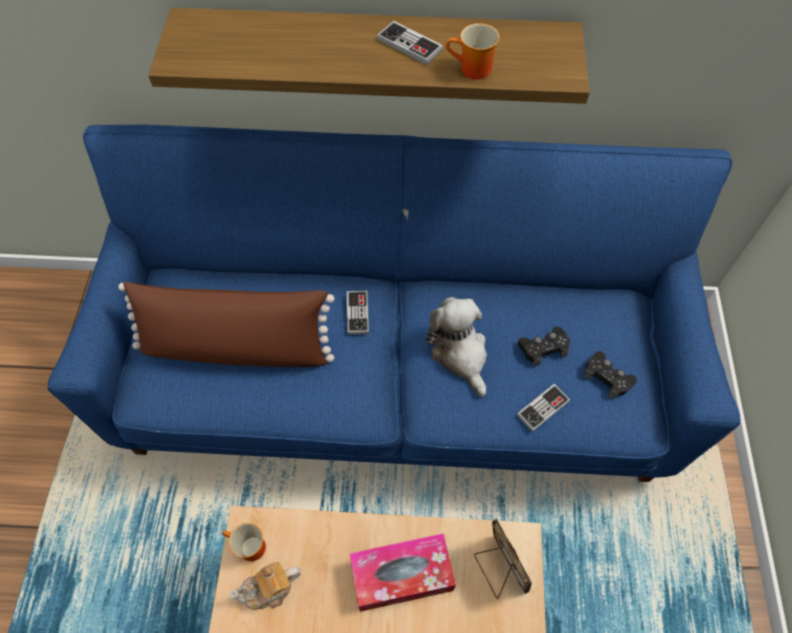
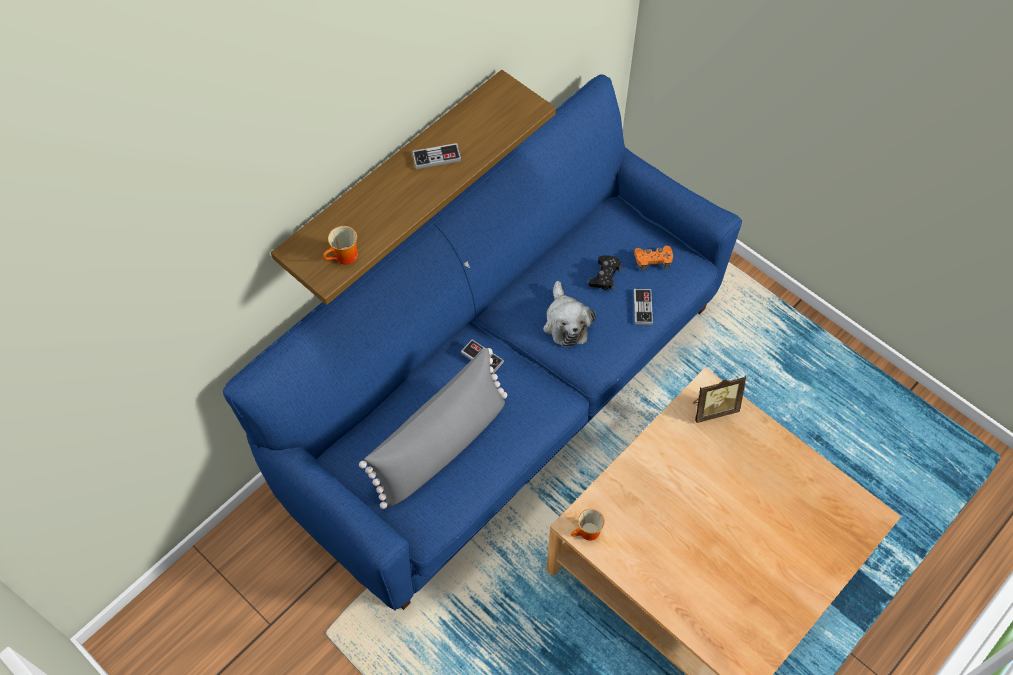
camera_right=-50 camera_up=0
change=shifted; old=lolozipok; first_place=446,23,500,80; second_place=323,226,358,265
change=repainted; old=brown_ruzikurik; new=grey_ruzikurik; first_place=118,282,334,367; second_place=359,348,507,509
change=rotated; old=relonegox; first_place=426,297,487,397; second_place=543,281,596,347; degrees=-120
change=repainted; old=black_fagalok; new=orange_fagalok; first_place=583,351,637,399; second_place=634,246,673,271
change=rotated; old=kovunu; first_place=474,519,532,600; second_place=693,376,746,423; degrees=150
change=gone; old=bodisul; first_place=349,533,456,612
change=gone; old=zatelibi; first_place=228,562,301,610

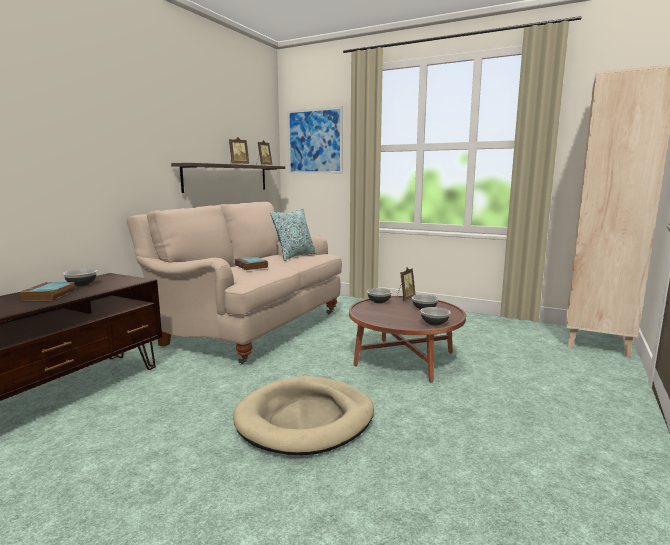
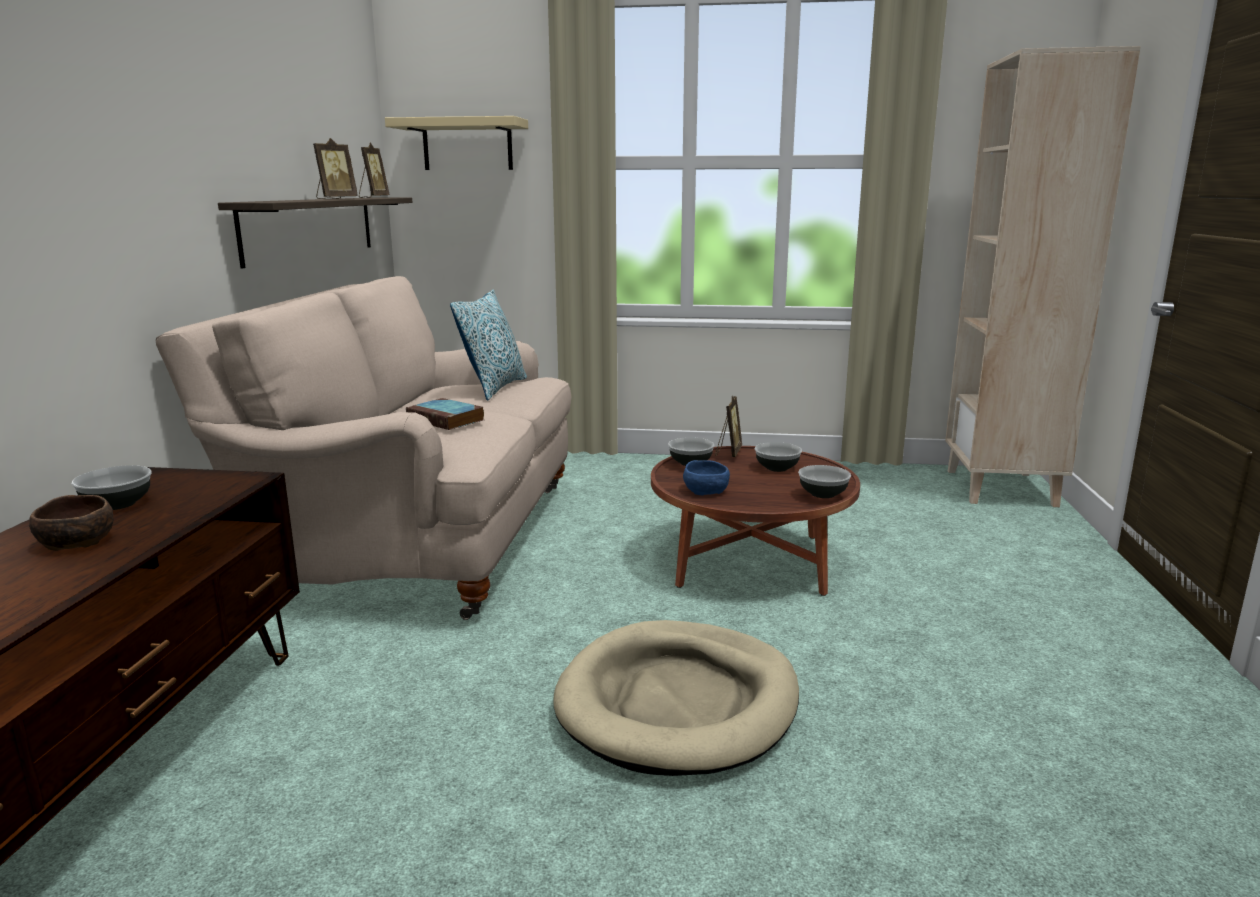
camera_right=-20 camera_up=5
change=swapped; old=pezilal; new=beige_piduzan; first_place=287,106,343,174; second_place=385,116,528,170
change=swapped; old=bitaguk; new=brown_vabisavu; first_place=19,282,75,301; second_place=29,495,113,551
change=new; new=blue_vabisavu; second_place=683,460,730,495

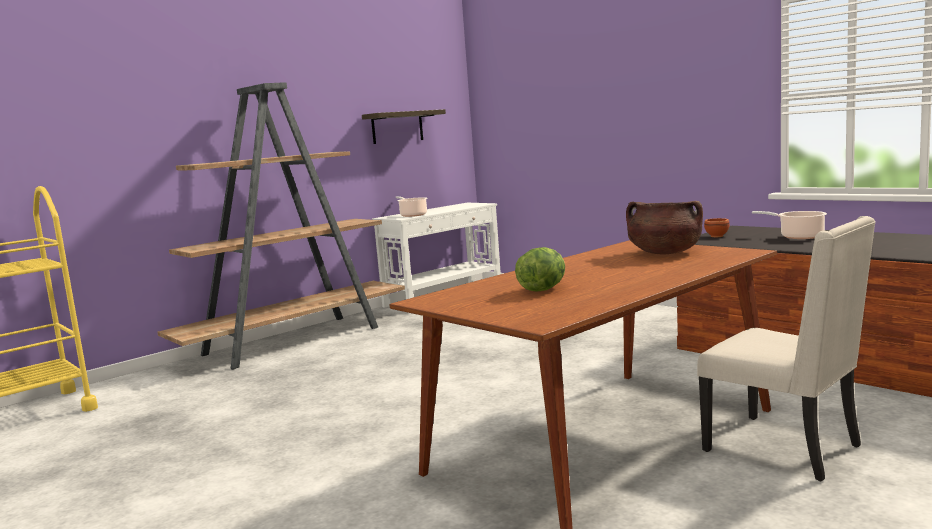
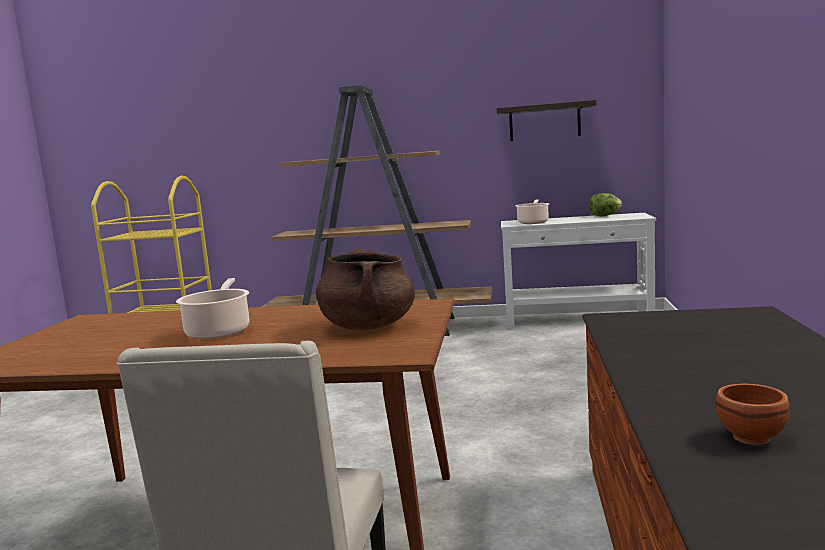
camera_right=50 camera_up=0
change=shifted; old=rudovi; first_place=752,211,827,239; second_place=176,278,249,339
change=shifted; old=brown_vabisavu; first_place=704,218,730,237; second_place=716,384,790,445
change=shifted; old=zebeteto; first_place=515,247,565,291; second_place=589,193,622,216

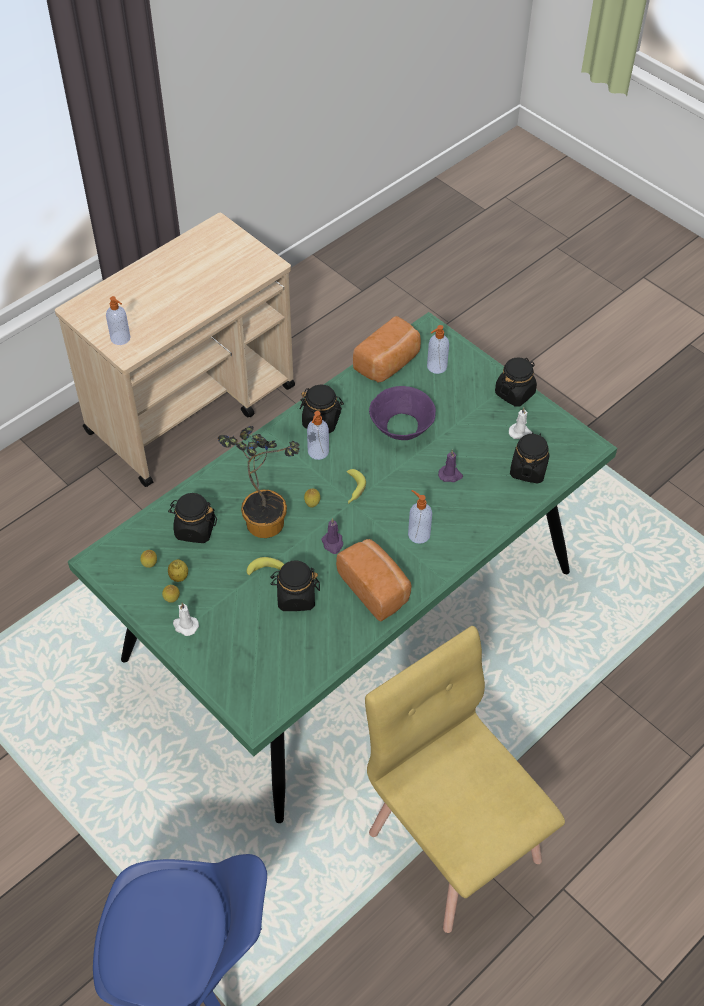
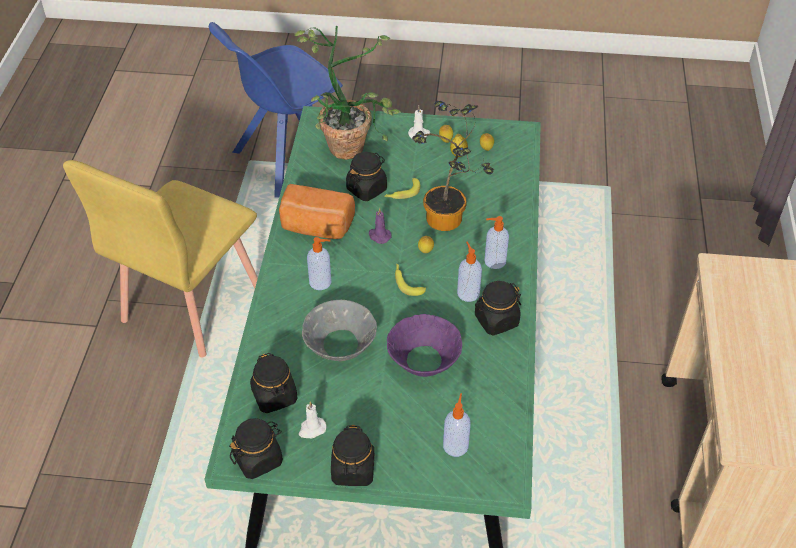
camera_right=140 camera_up=-5
change=shifted; old=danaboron; first_place=106,296,130,345; second_place=484,216,509,269
change=gone; old=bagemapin; first_place=353,316,421,382
change=swapped; old=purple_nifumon; new=grey_vabisavu; first_place=438,449,463,482; second_place=302,300,377,361
change=shifted; old=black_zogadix; first_place=168,493,217,543; second_place=229,418,283,479
change=rotated; old=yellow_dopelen; first_place=365,626,565,933; second_place=63,160,258,358; degrees=105
change=new; new=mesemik; second_place=294,26,401,160

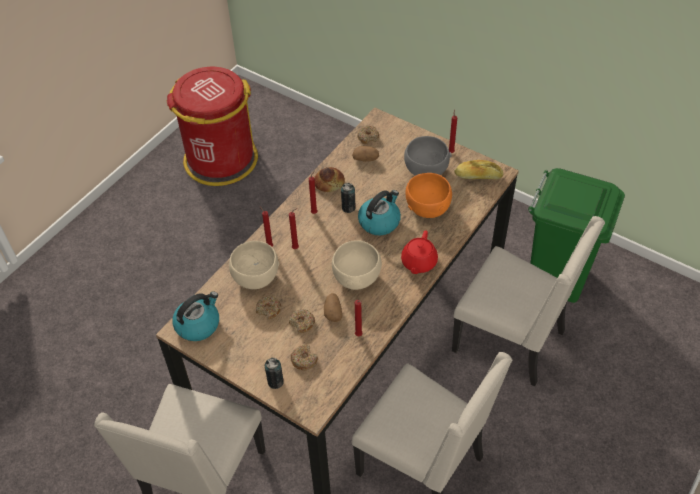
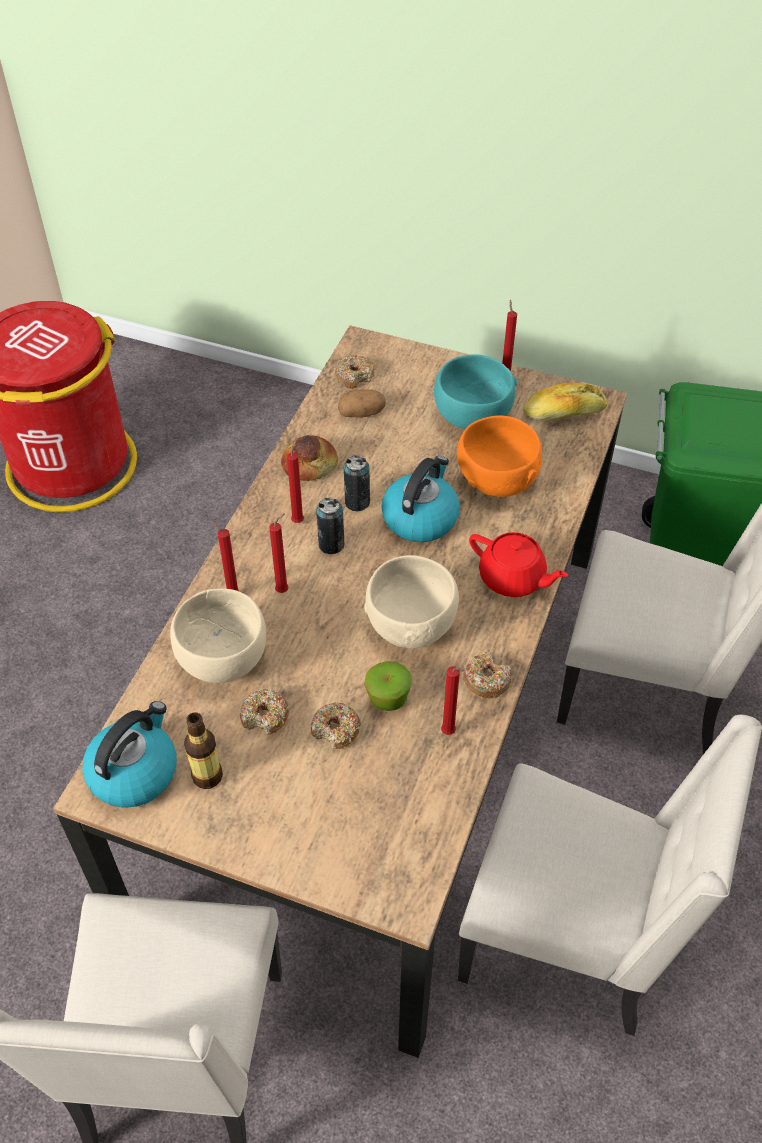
camera_right=-15 camera_up=0
change=repainted; old=grey_vabisavu; new=turquoise_vabisavu; first_place=404,136,452,176; second_place=434,354,517,429
change=rotated; old=red_zatelibi; first_place=401,231,438,274; second_place=469,532,568,597; degrees=-60
change=swapped; old=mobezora; new=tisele; first_place=324,293,342,322; second_place=365,661,412,711
change=shifted; old=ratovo; first_place=291,344,318,371; second_place=463,652,511,698
change=shifted; old=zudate; first_place=265,358,284,389; second_place=316,498,345,554
change=new; new=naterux; second_place=184,712,223,789

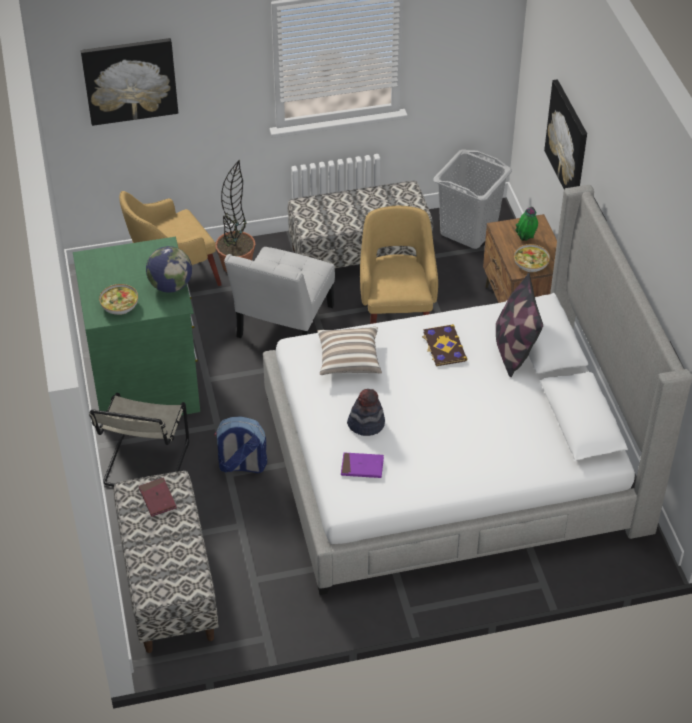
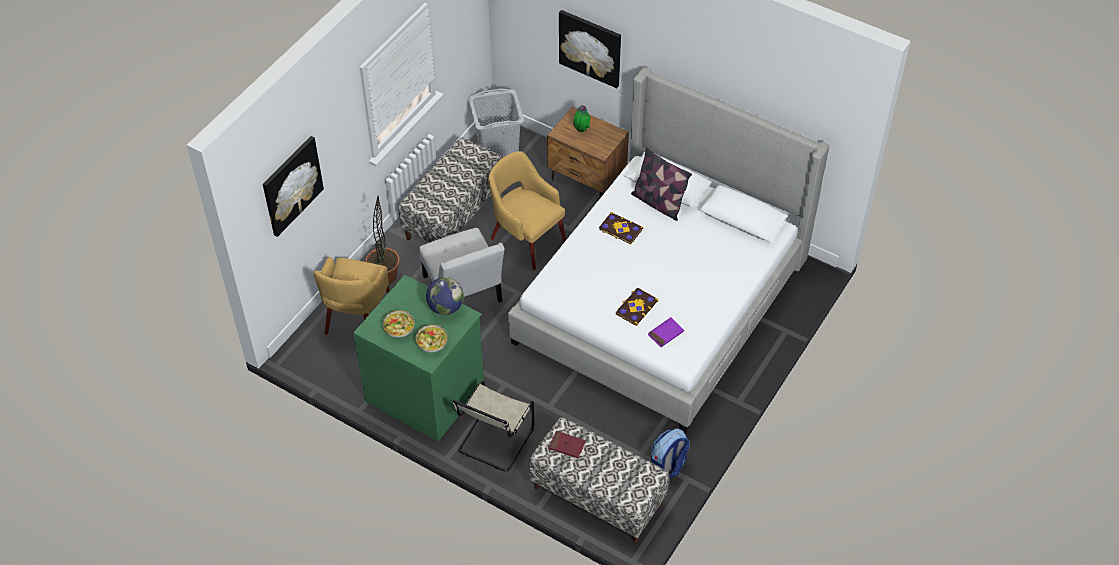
camera_right=-45 camera_up=5
change=shifted; old=vabisavu; first_place=514,244,550,272; second_place=383,310,414,338
change=gone; old=ruzikurik; first_place=317,327,382,375
change=swapped; old=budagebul; new=bitaguk; first_place=347,389,385,436; second_place=616,288,658,326
change=rotated; old=beige_dopelen; first_place=89,393,189,487; second_place=452,381,535,471; degrees=60
change=shifted; old=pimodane; first_place=214,416,267,473; second_place=651,428,690,479

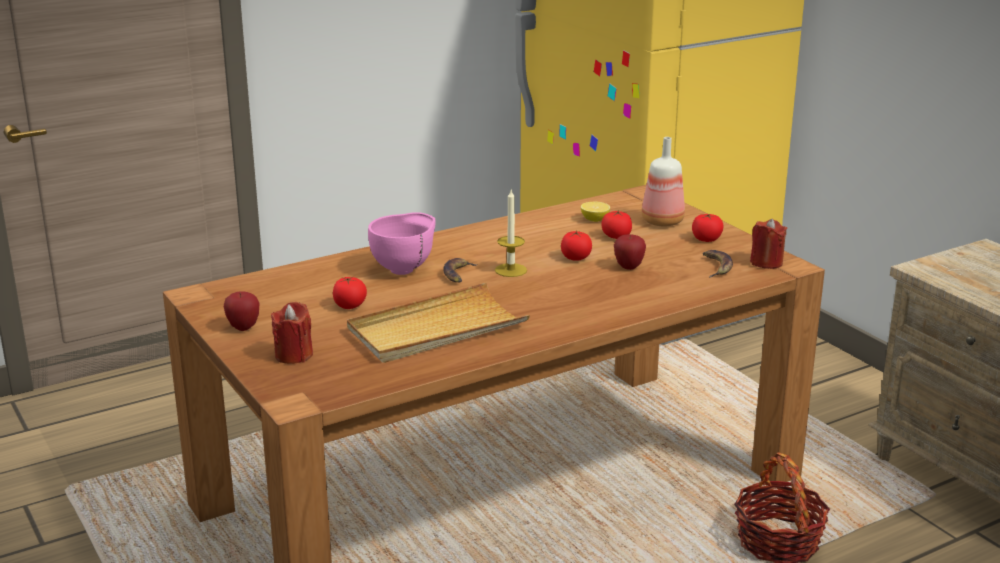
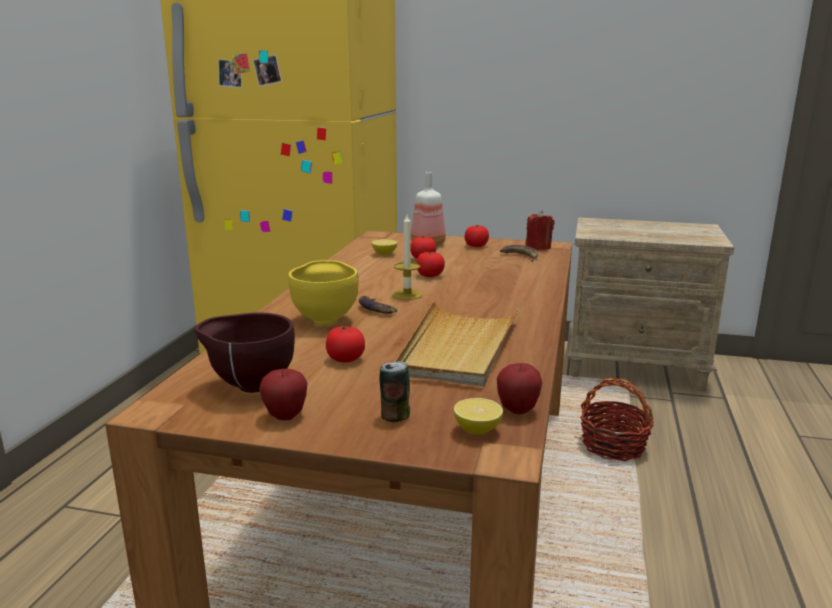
camera_right=-45 camera_up=-5
change=repainted; old=pink_vabisavu; new=yellow_vabisavu; first_place=368,212,436,275; second_place=288,260,358,325
change=shifted; old=tisele; first_place=614,234,646,270; second_place=497,363,542,414
change=swapped; old=red_nifumon; new=zudate; first_place=271,302,313,364; second_place=380,361,410,422
change=new; new=brown_vabisavu; second_place=195,313,295,393
change=new; new=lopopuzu; second_place=454,398,503,435

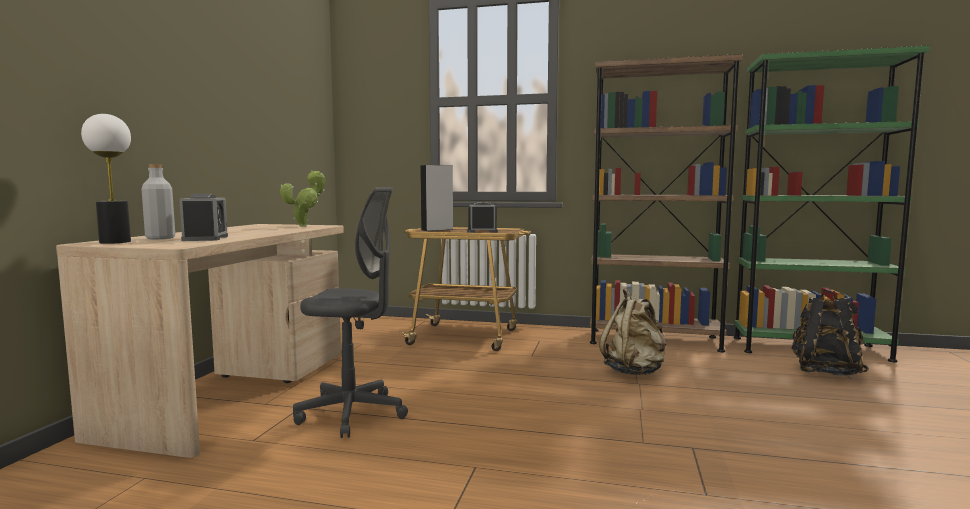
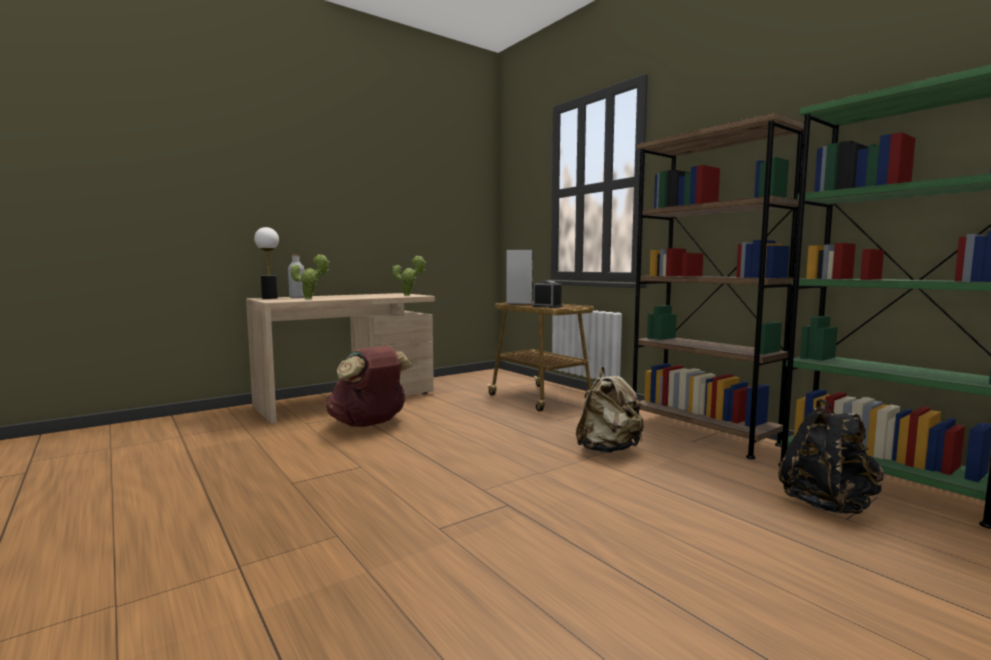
camera_right=40 camera_up=0
change=swapped; old=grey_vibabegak; new=brown_pimodane; first_place=293,187,408,438; second_place=326,346,413,427
change=swapped; old=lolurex; new=mesemik; first_place=179,194,228,241; second_place=291,254,330,299

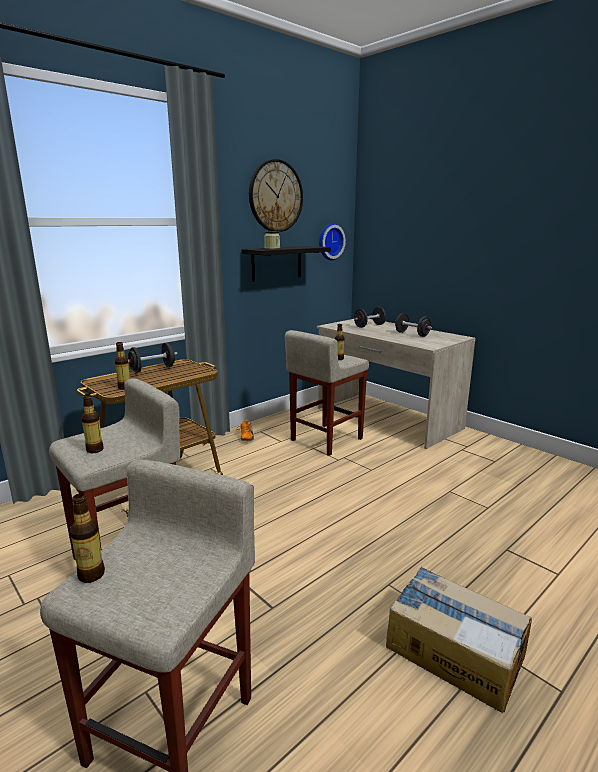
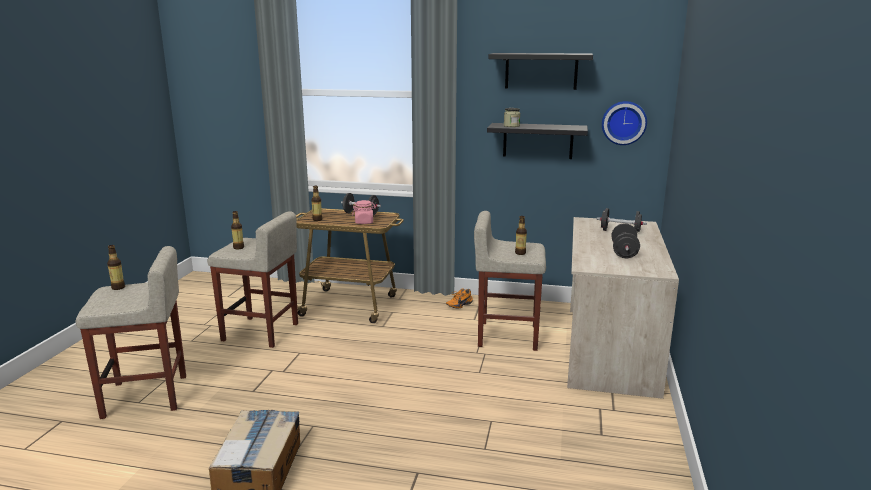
camera_right=55 camera_up=0
change=swapped; old=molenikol; new=black_piduzan; first_place=249,159,303,232; second_place=489,53,593,90
change=new; new=pink_zogadix; second_place=352,200,376,224

